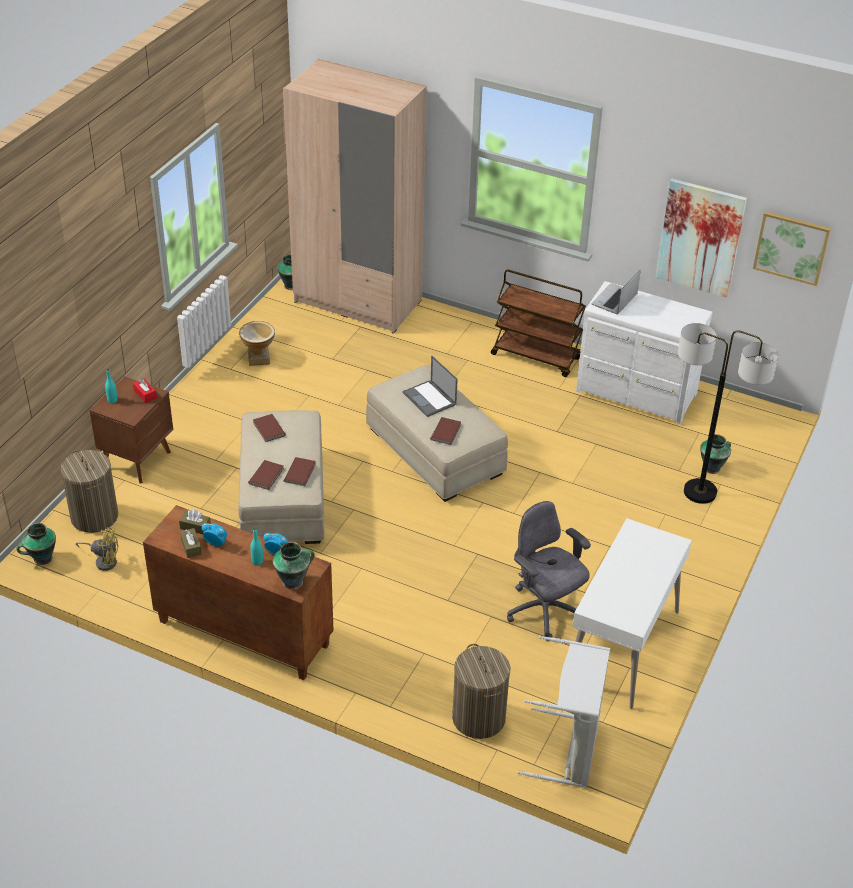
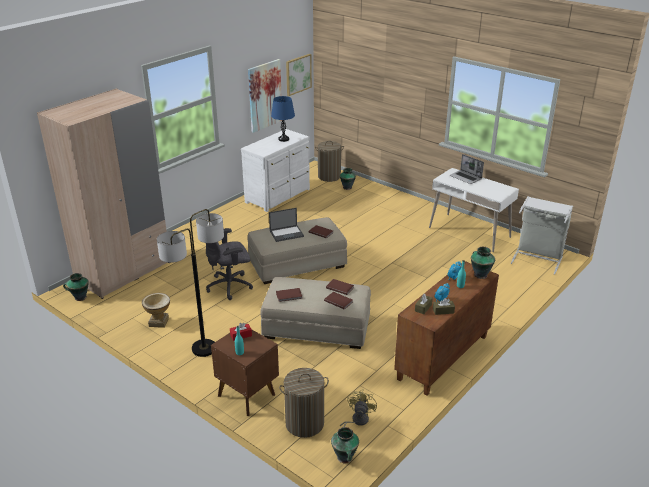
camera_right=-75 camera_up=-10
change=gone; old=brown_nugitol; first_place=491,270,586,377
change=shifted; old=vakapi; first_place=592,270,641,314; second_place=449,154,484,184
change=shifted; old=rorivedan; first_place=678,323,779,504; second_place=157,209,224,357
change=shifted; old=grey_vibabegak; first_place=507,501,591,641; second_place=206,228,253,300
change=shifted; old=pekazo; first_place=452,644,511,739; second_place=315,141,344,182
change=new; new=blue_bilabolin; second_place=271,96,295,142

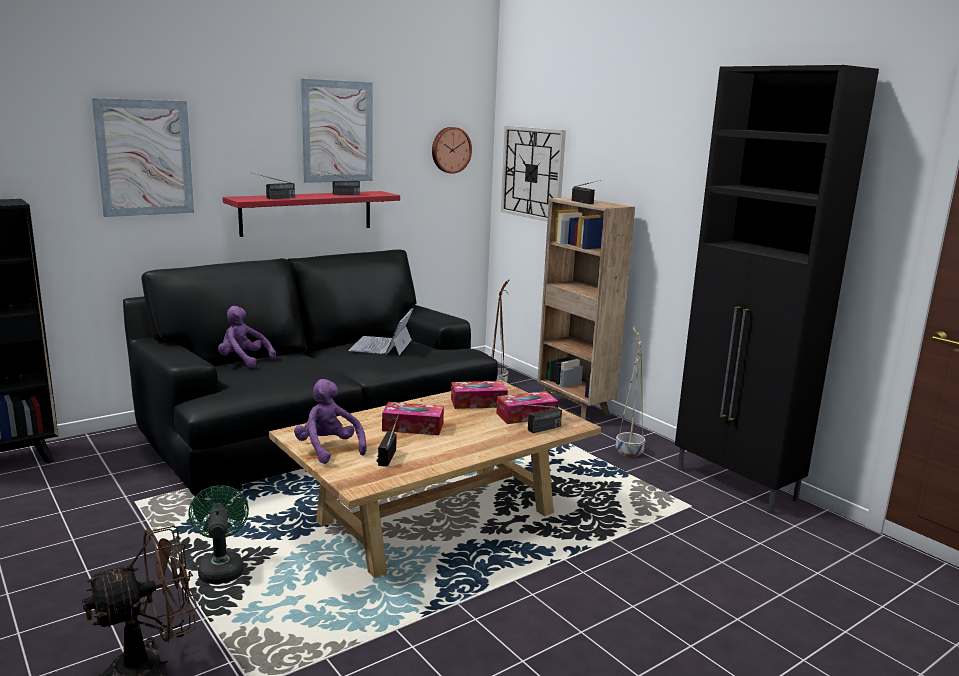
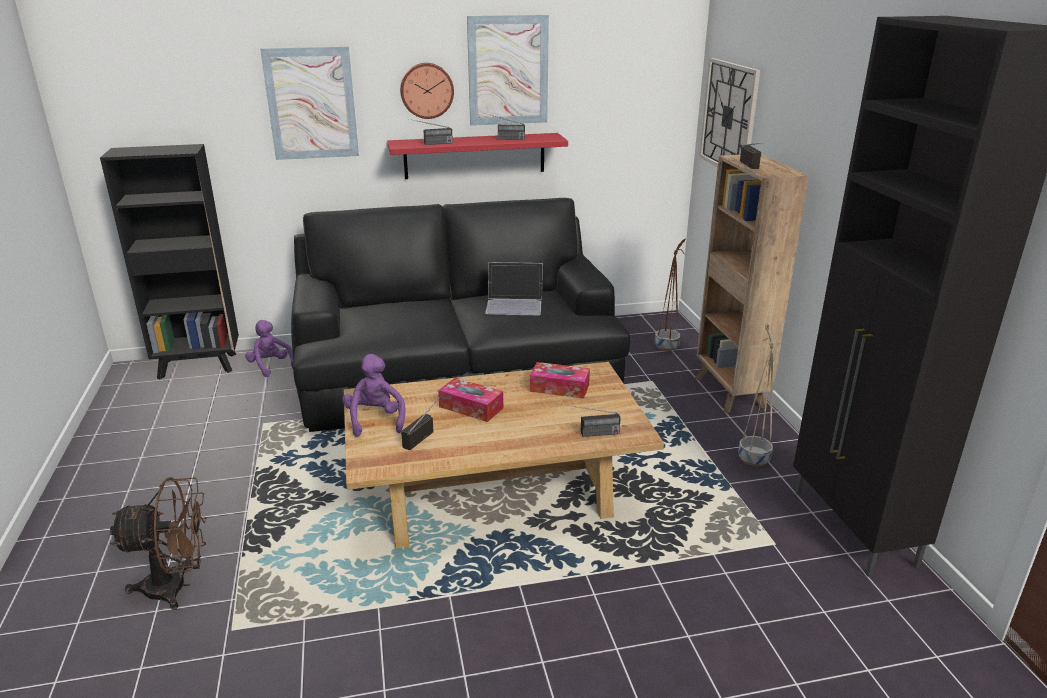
camera_right=25 camera_up=10
change=shifted; old=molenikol; first_place=432,127,472,174; second_place=400,63,454,119
change=shifted; old=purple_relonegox; first_place=218,306,276,368; second_place=245,320,294,377
change=rotated; old=vakapi; first_place=348,308,413,355; second_place=485,262,543,315; degrees=-120
change=gone; old=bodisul; first_place=496,391,558,424
change=gone; old=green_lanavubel; first_place=188,485,249,584

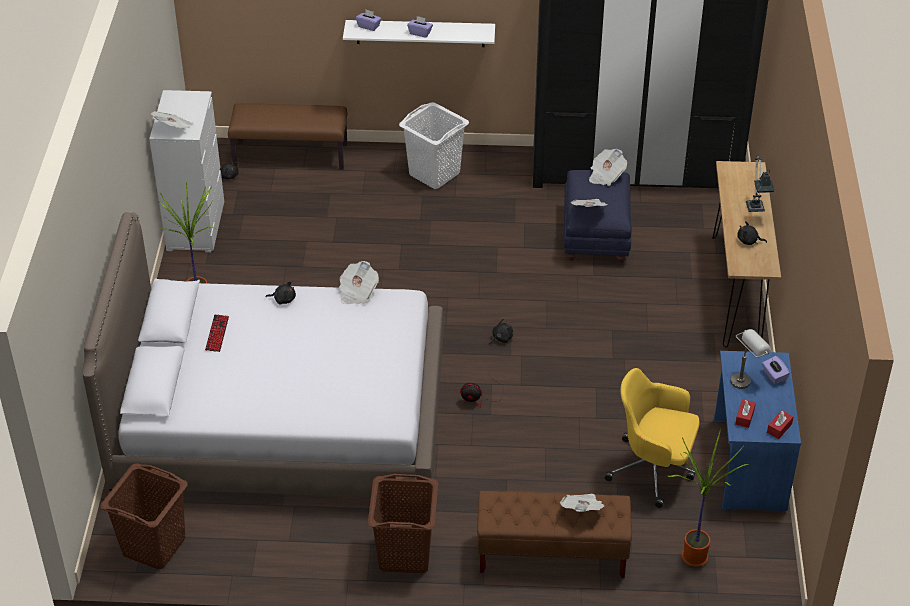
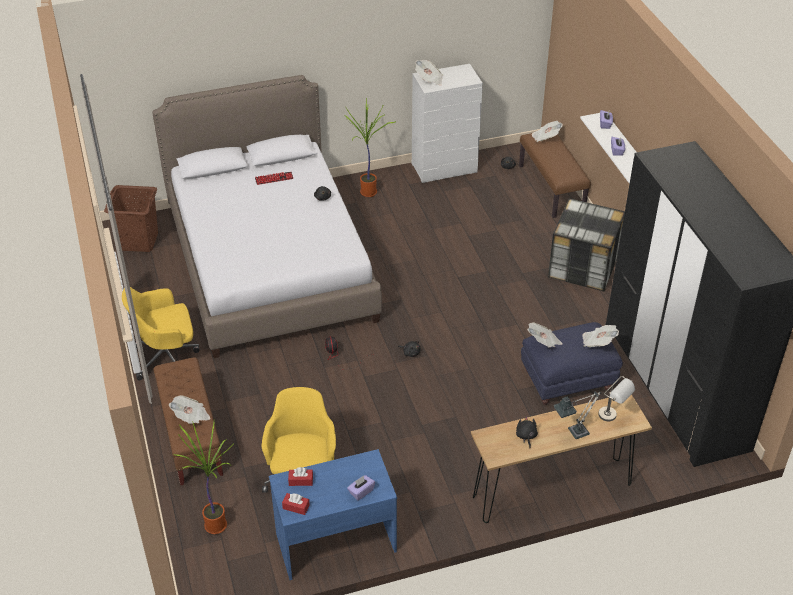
camera_right=70 camera_up=0
change=swapped; old=white_pekazo; new=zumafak; first_place=399,102,469,189; second_place=548,198,625,291
change=shifted; old=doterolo; first_place=339,261,379,304; second_place=532,121,563,142
change=shifted; old=grey_bilabolin; first_place=730,329,771,389; second_place=599,376,635,421
change=swapped; old=brown_pekazo; new=yellow_vibabegak; first_place=368,474,439,573; second_place=122,287,199,380

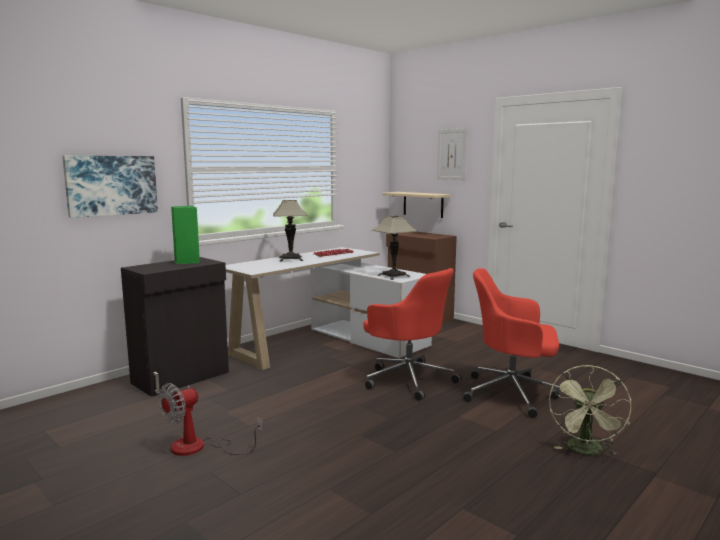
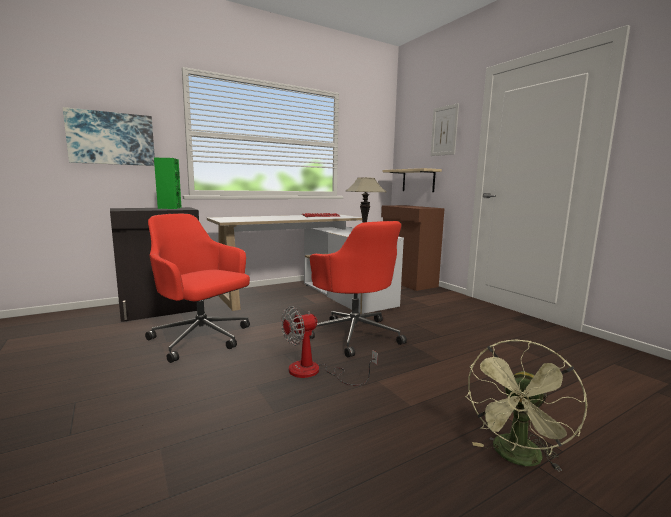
camera_right=15 camera_up=0
change=gone; old=bilabolin; first_place=273,200,308,262
change=shifted; old=red_vibabegak; first_place=463,268,560,418; second_place=145,214,250,363
change=shifted; old=lanavubel; first_place=159,383,263,456; second_place=281,306,378,386

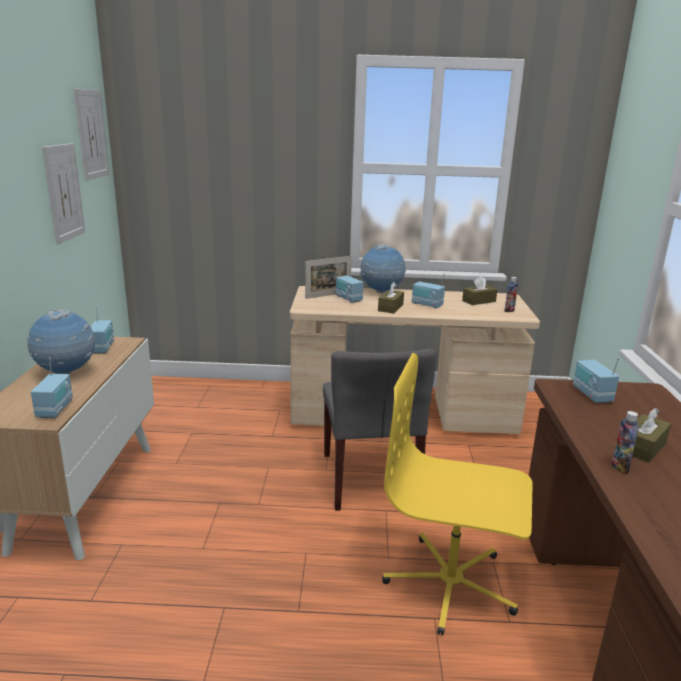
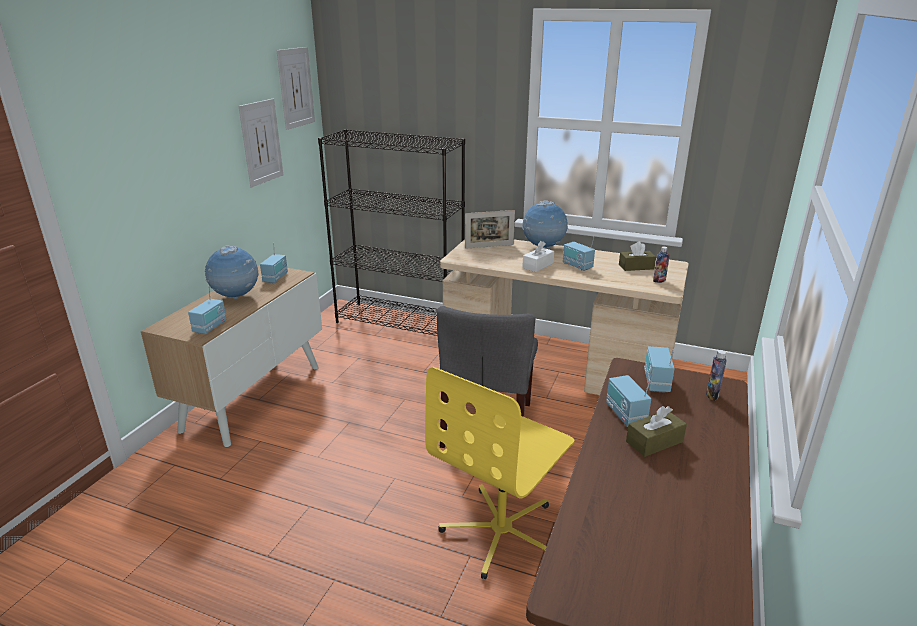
camera_right=20 camera_up=5
change=shifted; old=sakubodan; first_place=336,269,364,303; second_place=606,375,651,427
change=repainted; old=brown_bodisul; new=white_bodisul; first_place=378,282,404,314; second_place=522,241,554,272
change=rotated; old=yellow_vibabegak; first_place=382,353,533,635; second_place=425,367,575,579; degrees=-90
change=shifted; old=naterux; first_place=612,411,639,473; second_place=706,350,727,400
change=new; new=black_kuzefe; second_place=318,129,465,336

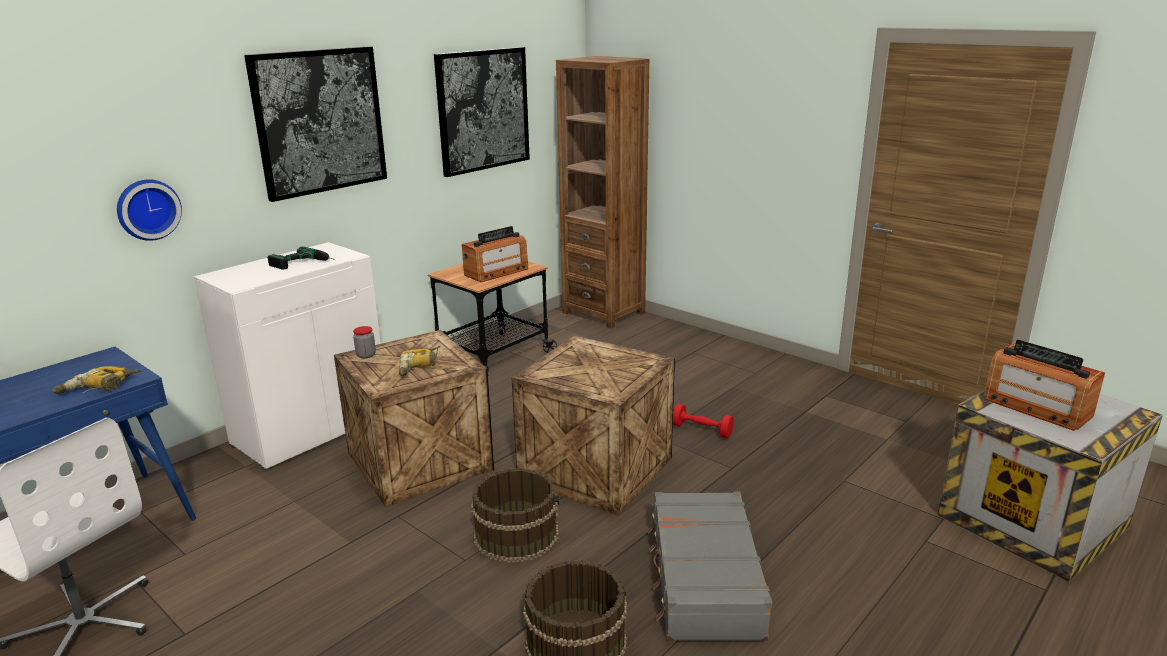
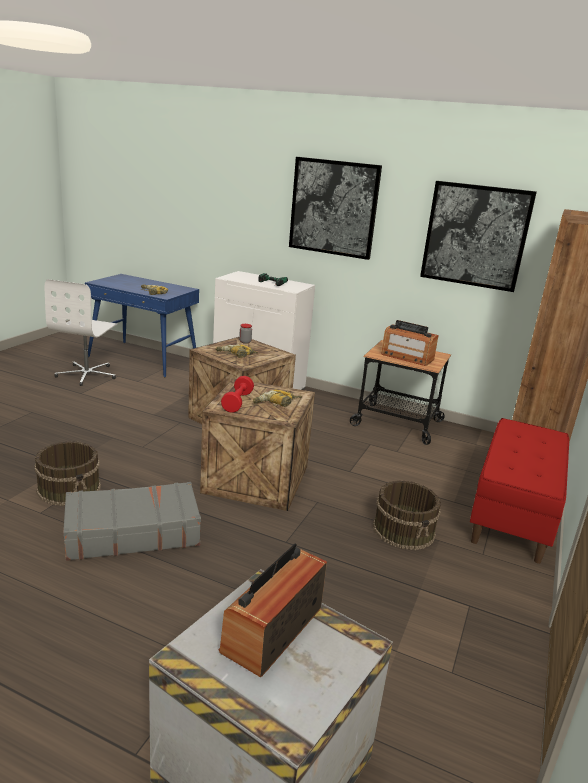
camera_right=70 camera_up=0
change=gone; old=molenikol; first_place=117,179,182,241
change=shifted; old=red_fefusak; first_place=673,403,734,438; second_place=221,376,254,413
change=shifted; old=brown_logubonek; first_place=471,468,560,563; second_place=373,480,441,550
change=new; new=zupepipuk; second_place=253,390,302,407
change=new; new=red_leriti; second_place=470,418,569,564

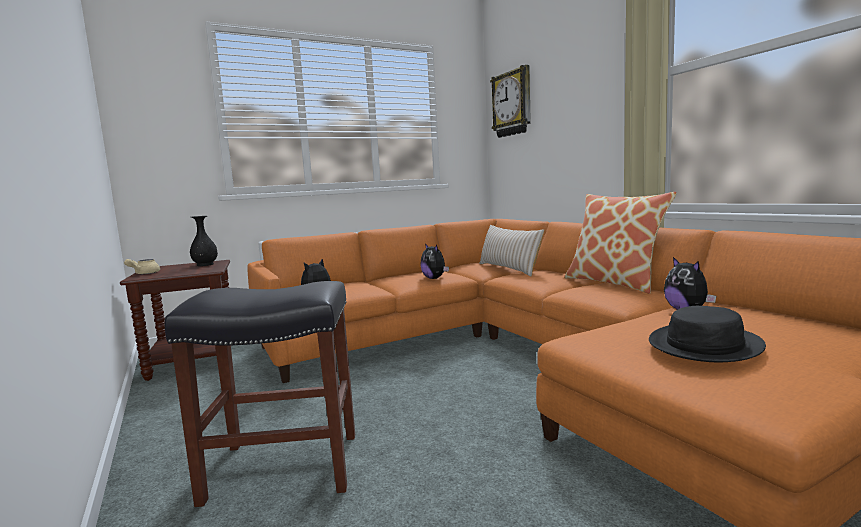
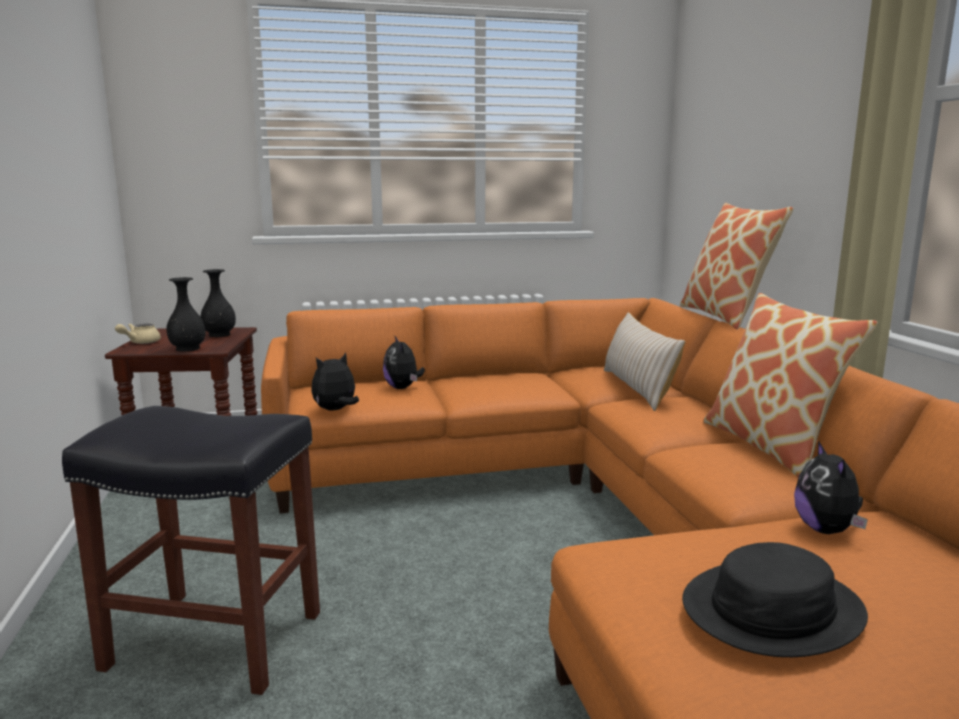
camera_right=15 camera_up=5
change=gone; old=molenikol; first_place=490,65,531,138
change=shifted; old=relonegox; first_place=420,243,449,279; second_place=383,336,425,389
change=new; new=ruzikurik; second_place=680,203,793,330
change=new; new=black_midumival; second_place=166,277,206,352

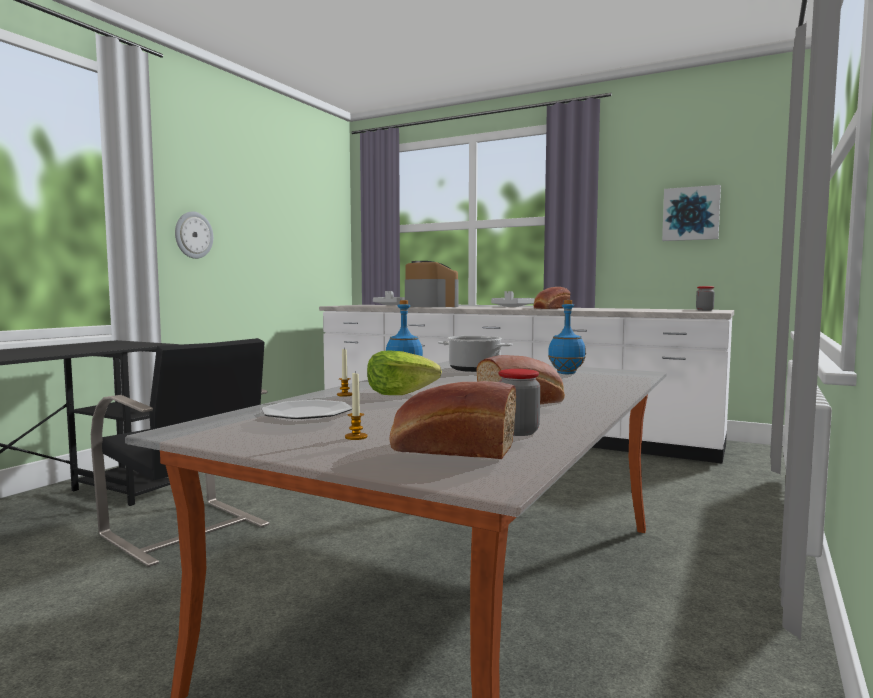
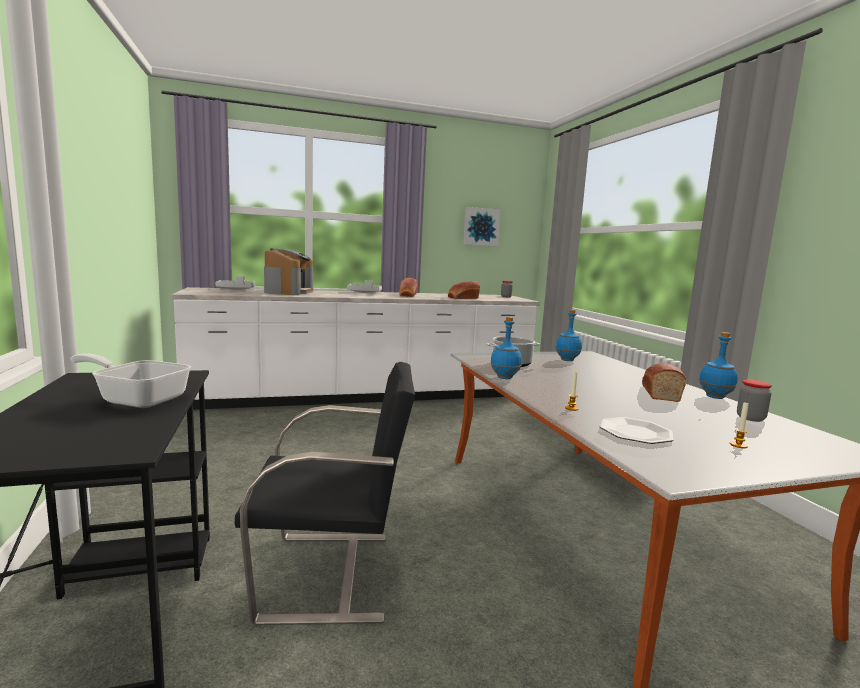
camera_right=-45 camera_up=5
change=gone; old=molenikol; first_place=175,212,213,259
change=rotated; old=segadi; first_place=405,261,459,307; second_place=264,248,313,295; degrees=75
change=gone; old=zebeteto; first_place=367,350,442,395
change=shifted; old=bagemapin; first_place=389,381,516,459; second_place=448,281,480,299
change=new; new=blue_naterux; second_place=699,332,738,399
change=new; new=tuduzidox; second_place=70,353,191,408

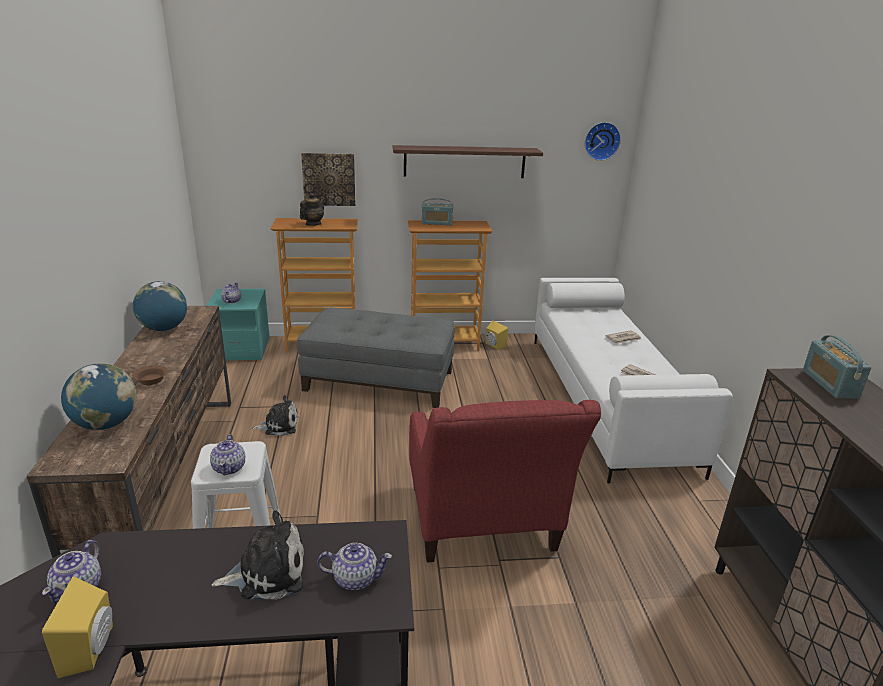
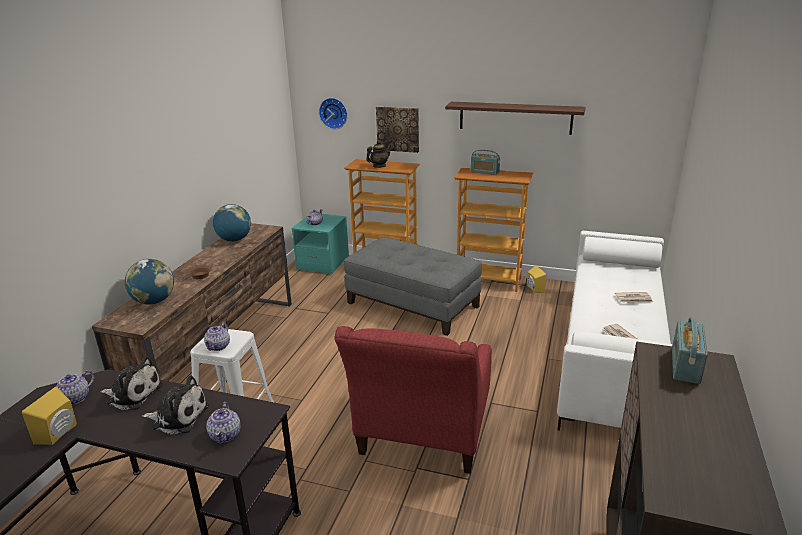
camera_right=25 camera_up=0
change=shifted; old=molenikol; first_place=584,122,621,161; second_place=319,98,348,129
change=shifted; old=relonegox; first_place=251,395,298,436; second_place=100,356,163,410
change=rotated; old=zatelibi; first_place=317,543,392,591; second_place=206,402,240,444; degrees=60

